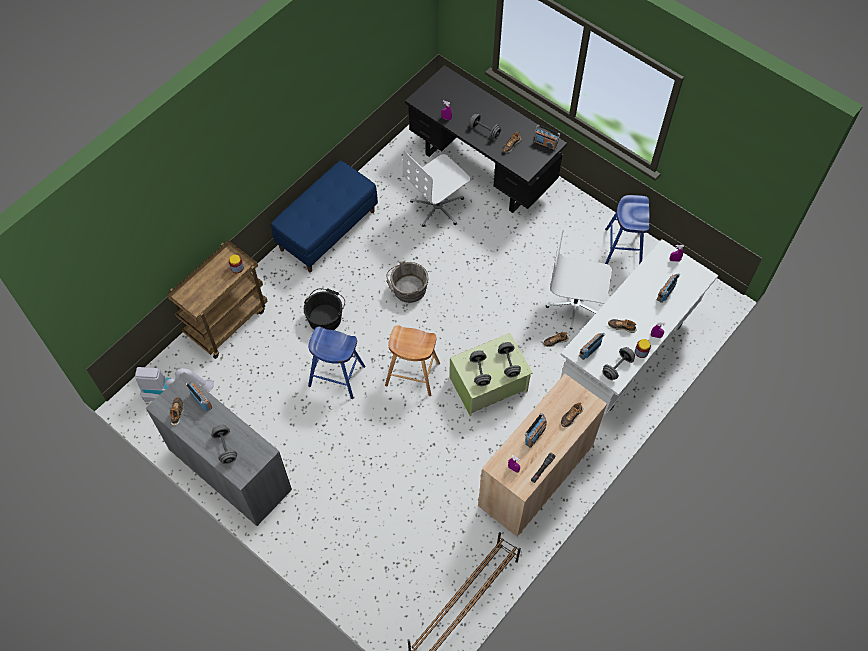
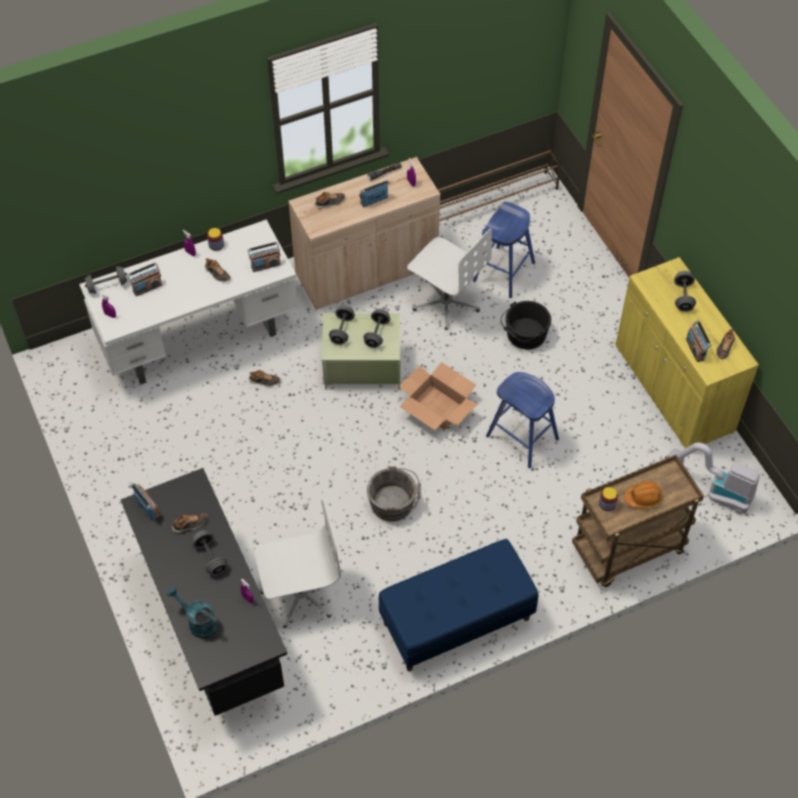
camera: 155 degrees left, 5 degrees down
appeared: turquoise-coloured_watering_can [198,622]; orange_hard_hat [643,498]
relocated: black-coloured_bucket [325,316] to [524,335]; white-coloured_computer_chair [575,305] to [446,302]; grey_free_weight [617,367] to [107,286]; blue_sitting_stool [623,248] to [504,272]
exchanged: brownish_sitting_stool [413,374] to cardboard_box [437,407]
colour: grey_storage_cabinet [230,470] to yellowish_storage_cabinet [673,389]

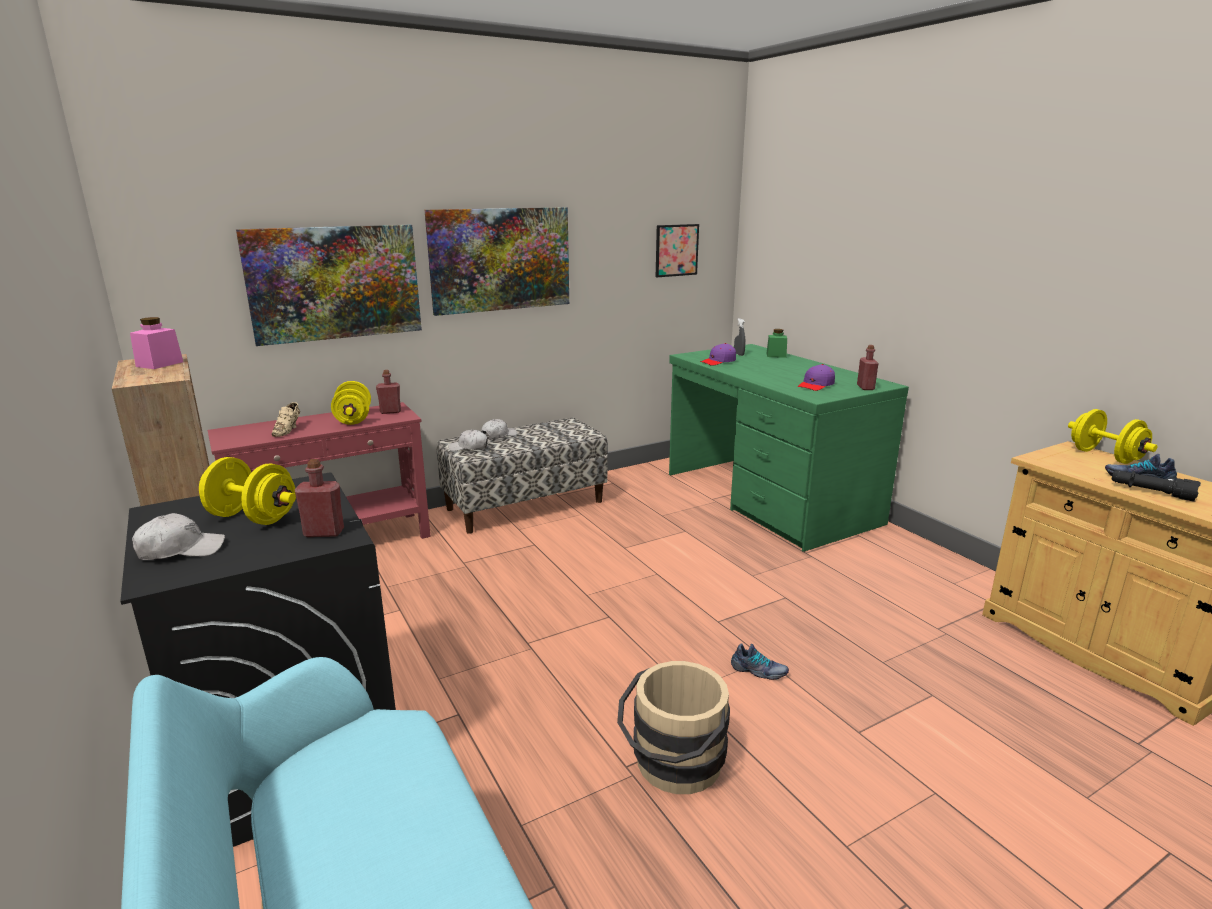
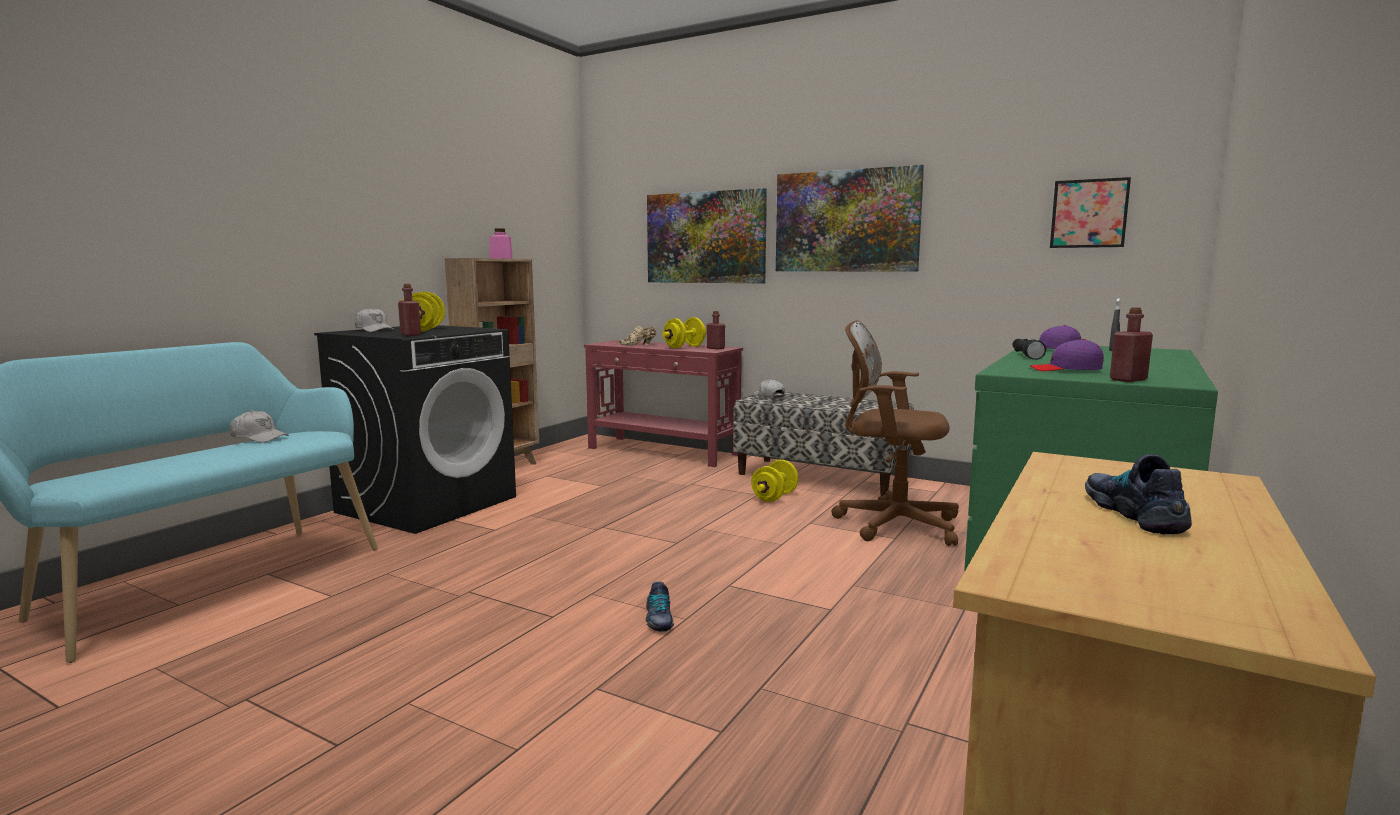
camera: 60 degrees right, 10 degrees down
missing: beige-coloured_bucket [673,766]; green_storage_jar [776,355]
appeared: brownish_computer_chair [891,524]
relocated: white-coloured_baseball_cap [498,436] to [259,437]; yellowish_free_weight [1105,456] to [774,497]; black-coloured_torch [1151,492] to [1025,356]

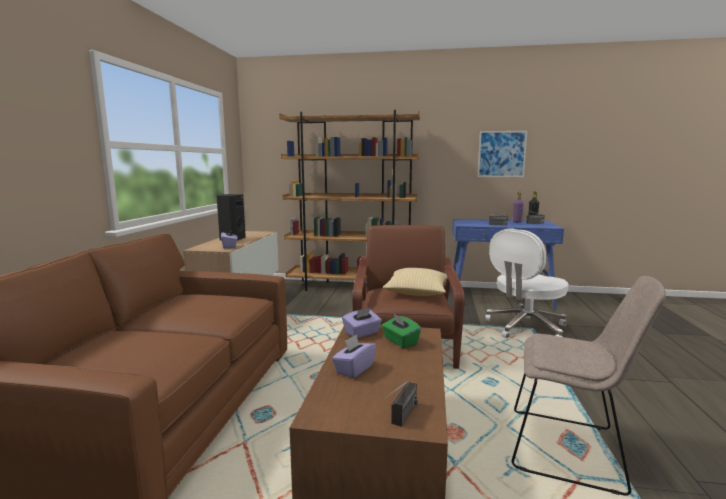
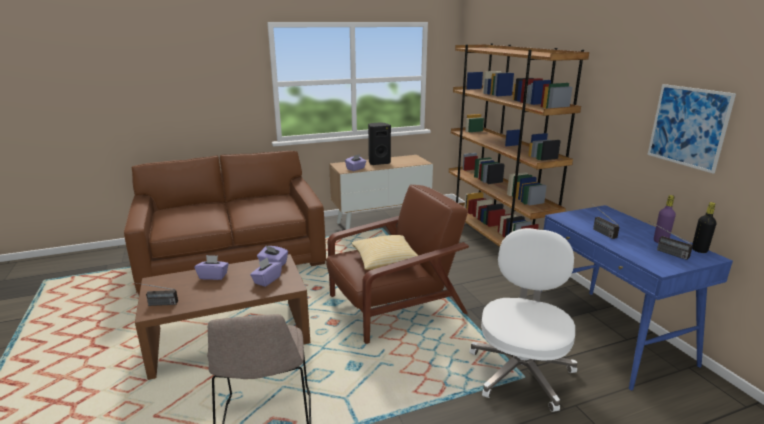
camera: 60 degrees right, 10 degrees up
colour: green_tissue_holder [400,341] to purplish_tissue_holder [267,280]
spun: white-coloured_computer_chair [525,327] = [521,370] 90 degrees clockwise

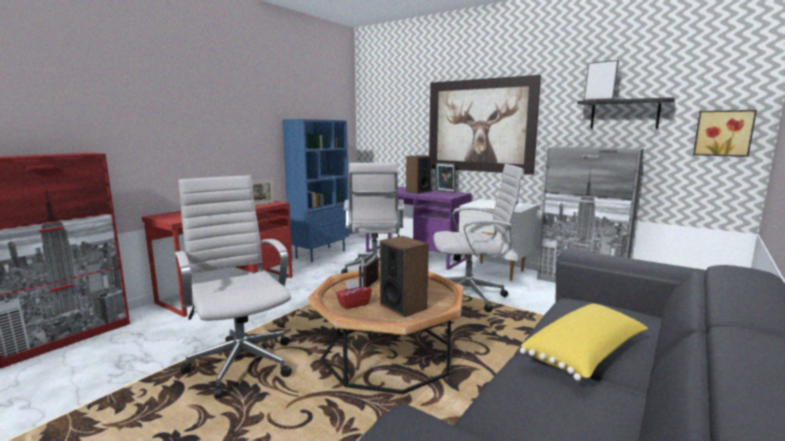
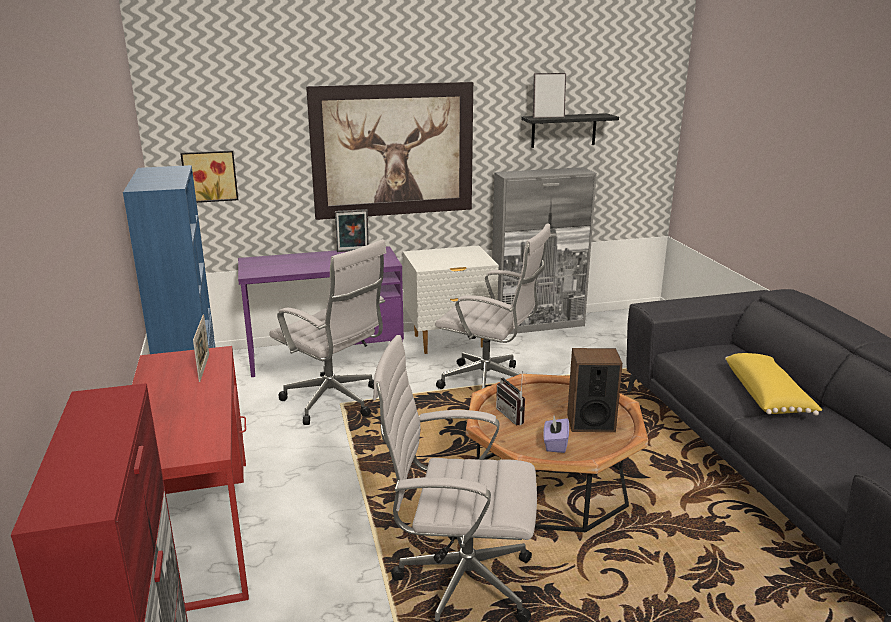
camera: 50 degrees left, 10 degrees up
missing: audio_speaker [418,191]
relocated: wall_picture [723,133] to [210,176]
colour: red_tissue_holder [353,304] to purplish_tissue_holder [555,444]
spun: white-coloured_computer_chair [472,297] = [490,384] 75 degrees clockwise

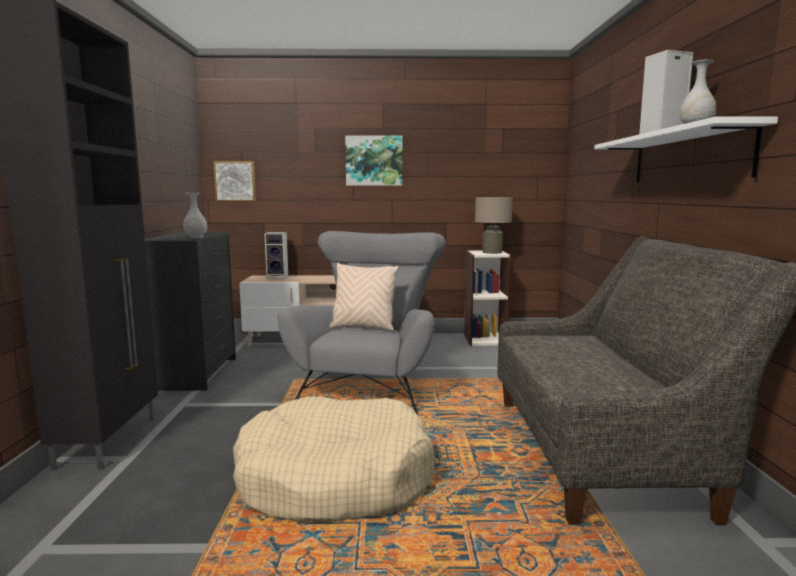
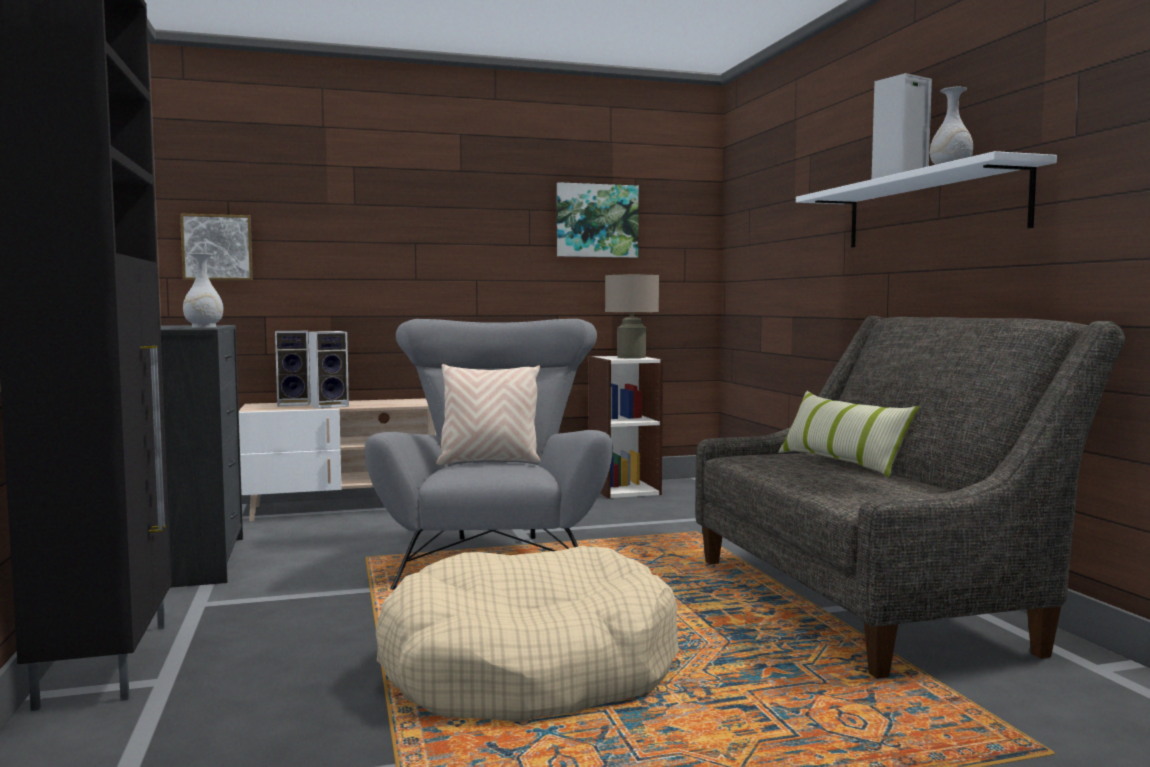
camera: 15 degrees left, 5 degrees down
appeared: audio_speaker [331,406]; throw_pillow [842,463]
relocated: wall_picture [374,161] to [596,221]

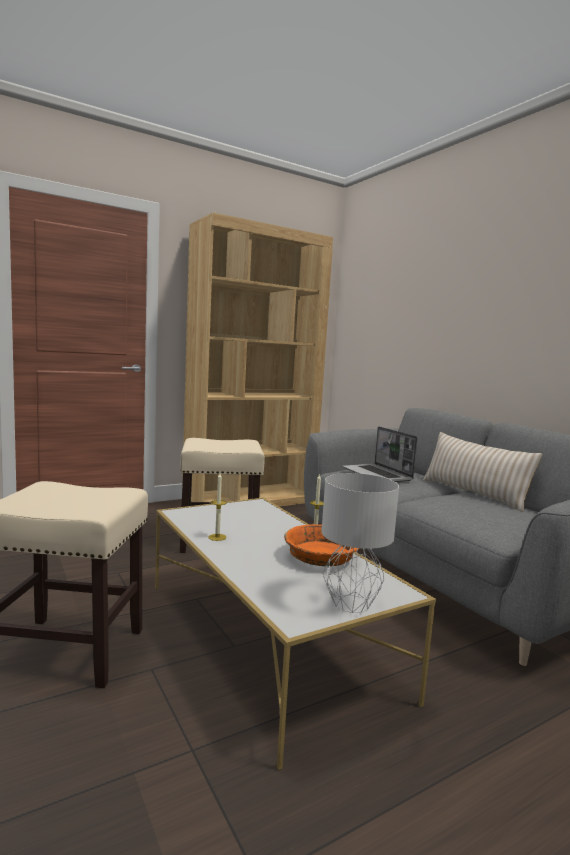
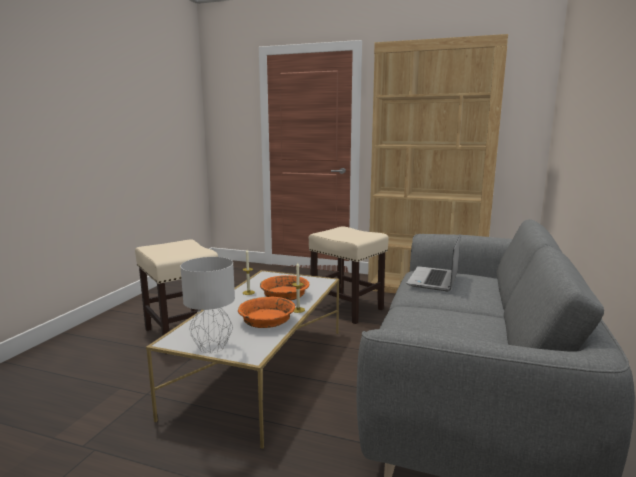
camera: 50 degrees right, 5 degrees up
missing: beige-coloured_throw_pillow [473,493]
appeared: orange_serving_bowl [284,296]

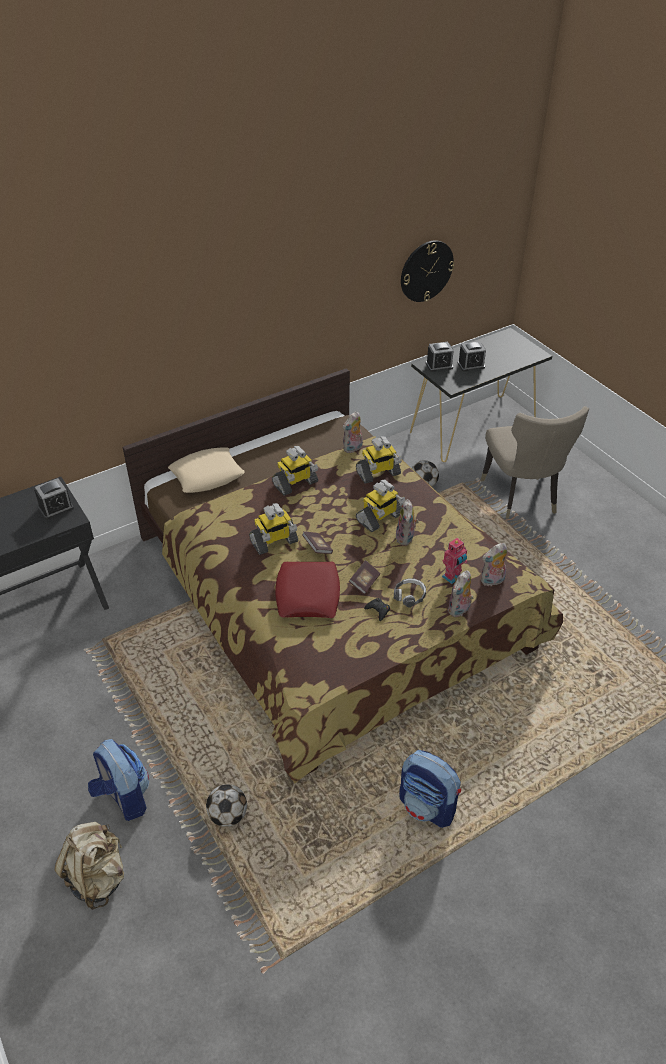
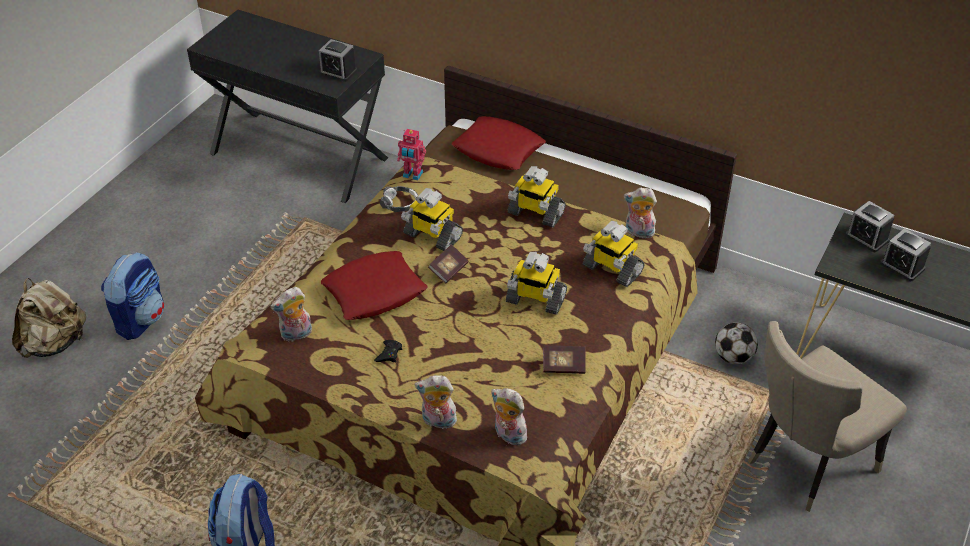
camera: 60 degrees right, 0 degrees up
missing: football_ball [228,815]; hanging_clock [426,271]
relocated: bound_book [364,582] to [563,366]; headphones [409,595] to [400,204]; plush_toy [406,538] to [296,335]; model_robot [453,577] to [412,175]
colour: beige-coloured_throw_pillow [207,475] to red_throw_pillow [498,150]

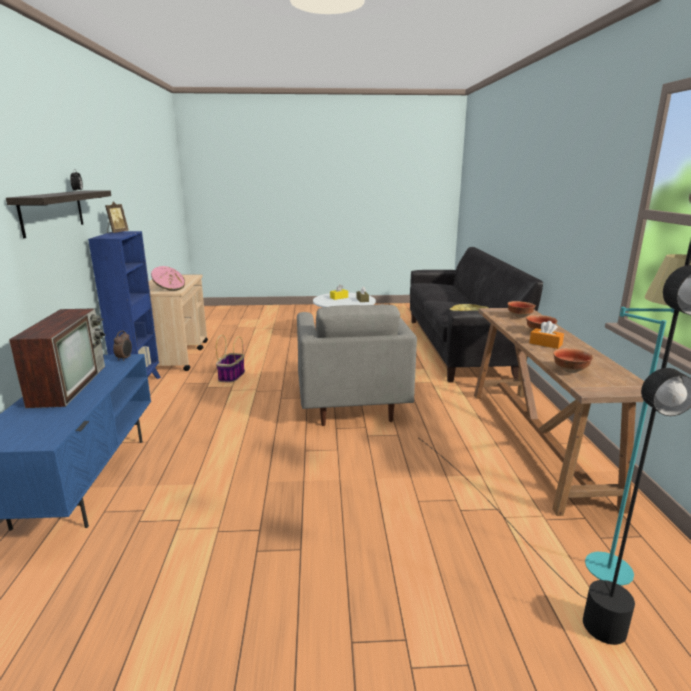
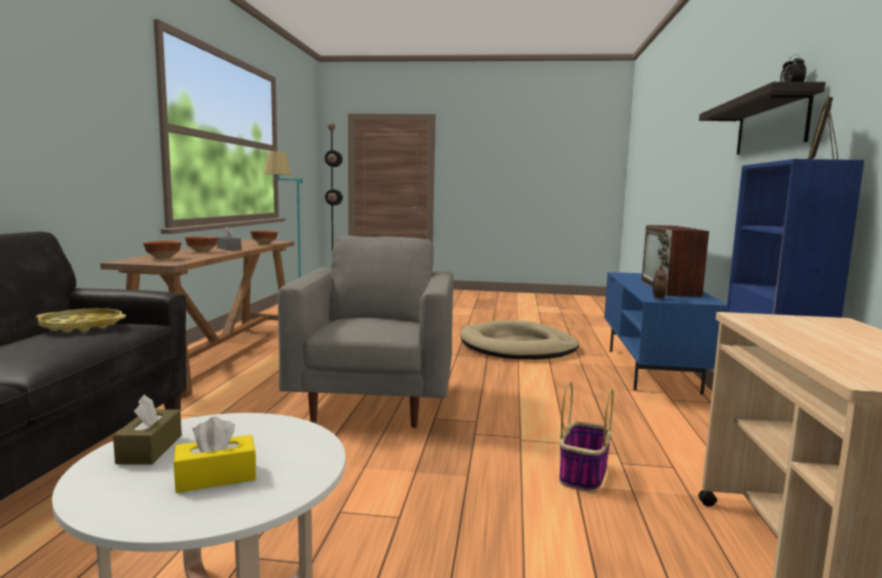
camera: 170 degrees left, 10 degrees down
missing: pink-coloured_wearable_hat [169,288]
appeared: beige-coloured_pet_bed [518,347]
colour: orange_tissue_holder [545,344] to grey_tissue_holder [229,249]

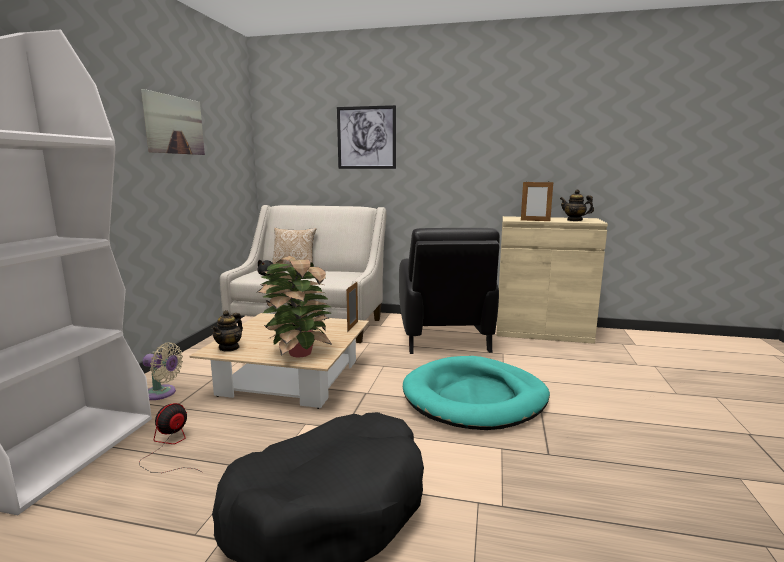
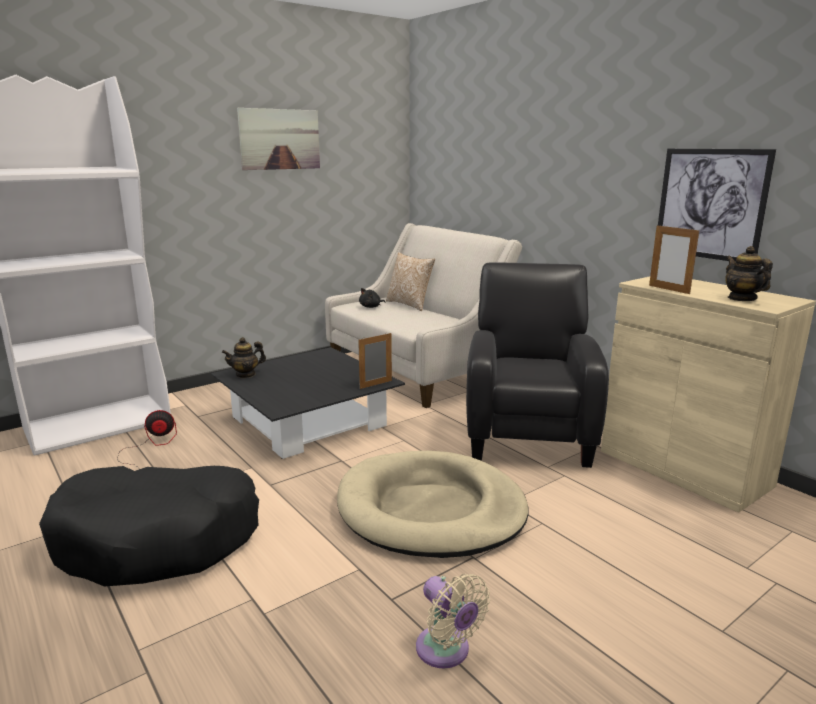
camera: 40 degrees right, 5 degrees up
missing: houseplant [297,353]
relocated: beige-coloured_electric_fan [162,393] to [446,651]; wall_picture [366,138] to [710,204]
colour: beige-coloured_low_table [291,377] to black-coloured_low_table [309,422]; turquoise-coloured_pet_bed [475,397] to beige-coloured_pet_bed [431,509]
spun: black-coloured_easy_chair [444,337] = [528,431] 150 degrees clockwise

